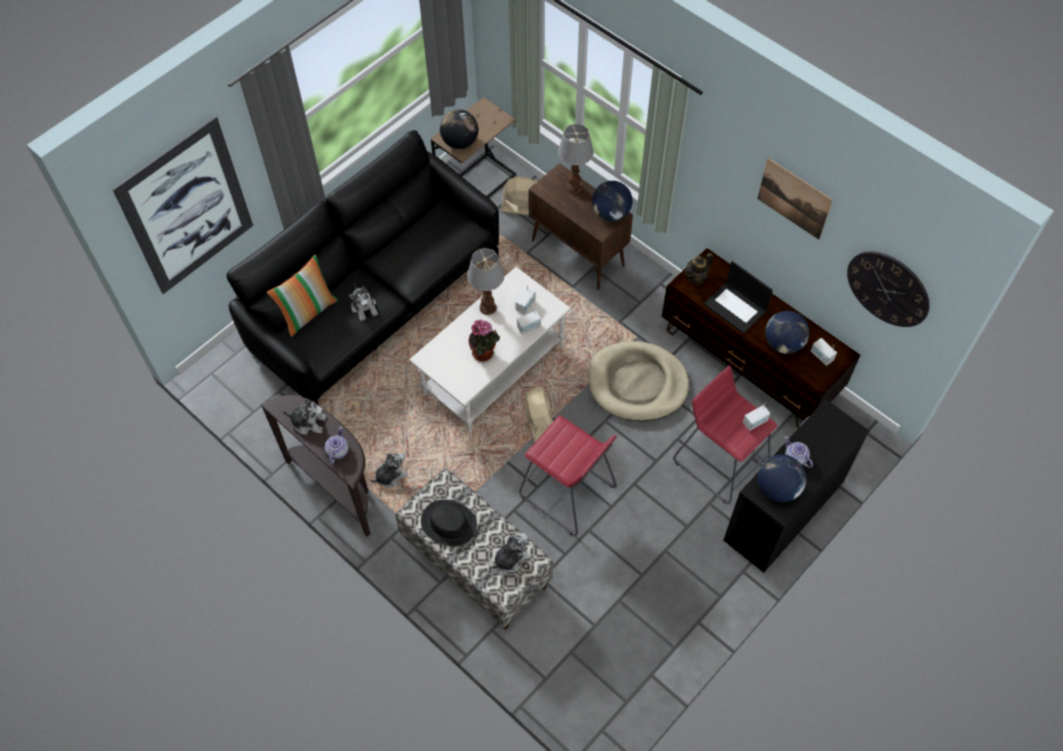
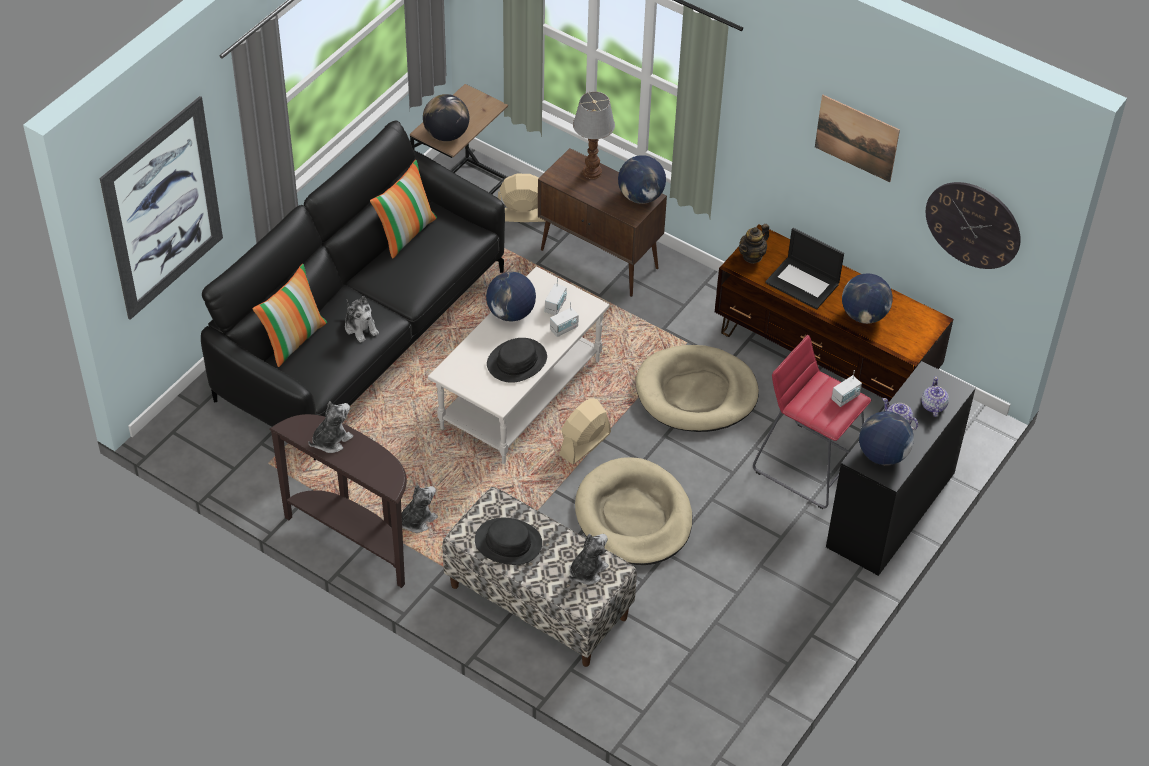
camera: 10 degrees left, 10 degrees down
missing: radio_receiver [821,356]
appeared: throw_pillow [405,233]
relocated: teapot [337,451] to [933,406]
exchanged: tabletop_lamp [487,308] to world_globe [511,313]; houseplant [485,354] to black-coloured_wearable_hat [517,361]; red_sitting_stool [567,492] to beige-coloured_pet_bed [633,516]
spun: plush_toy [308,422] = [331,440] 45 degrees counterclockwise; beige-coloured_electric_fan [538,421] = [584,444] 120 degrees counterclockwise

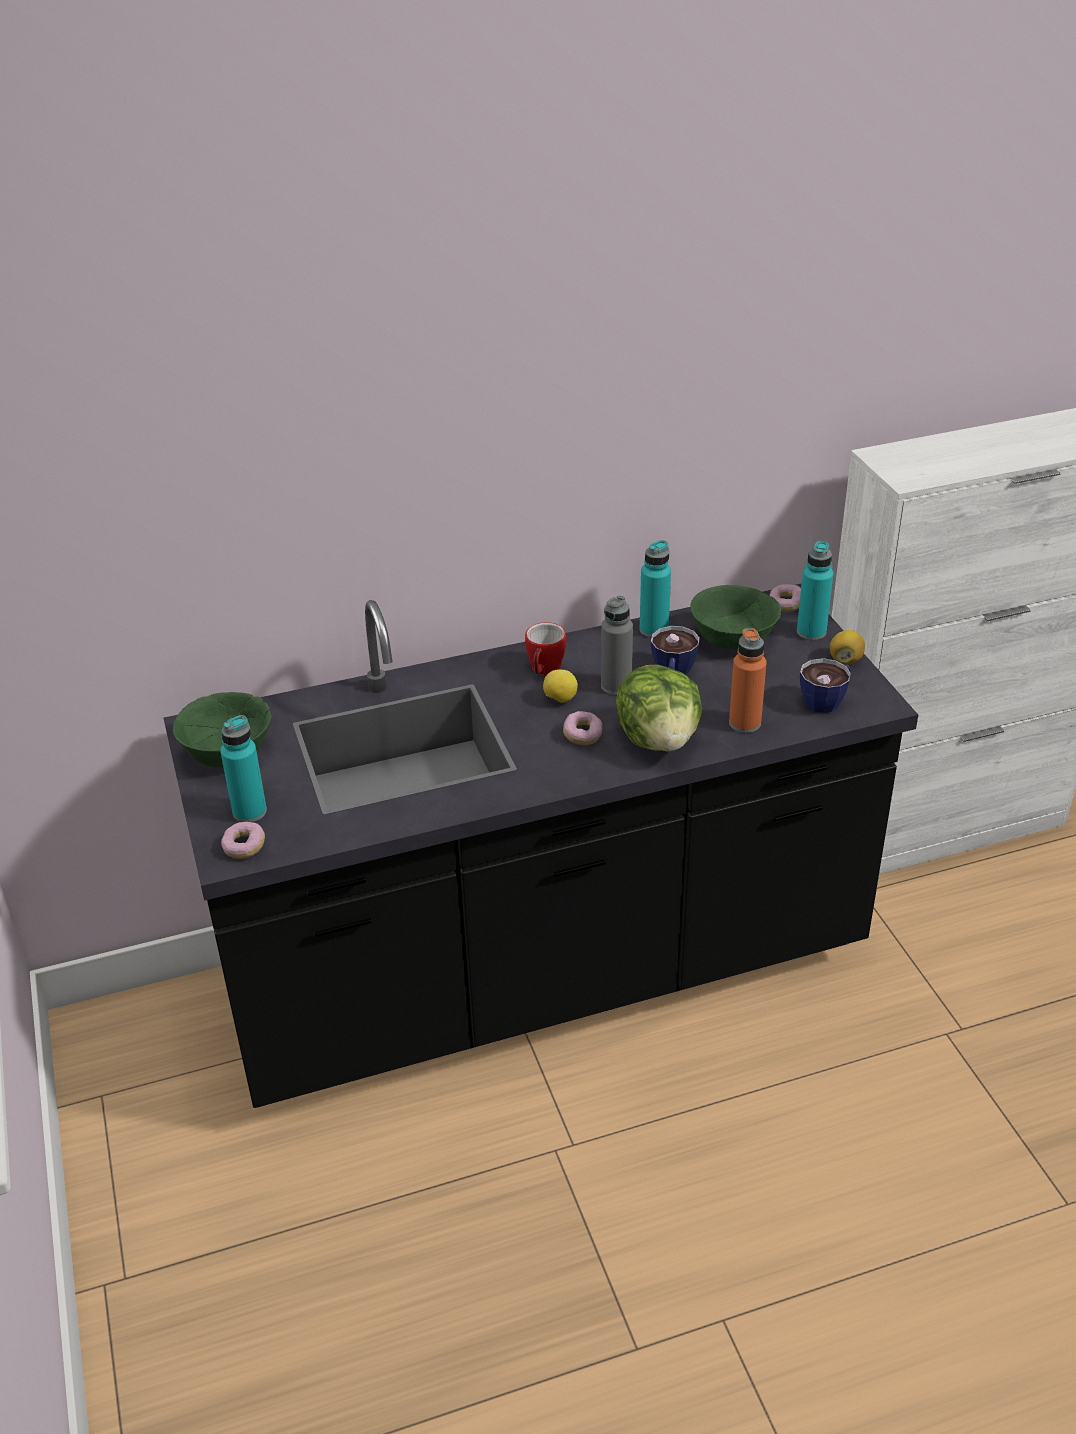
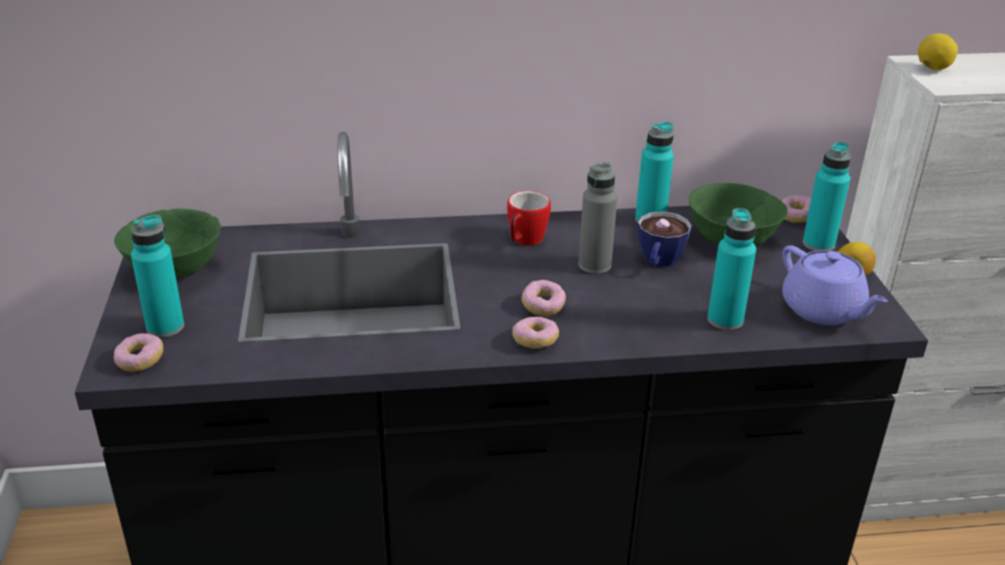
camera: 10 degrees right, 5 degrees down
missing: lettuce_head [659,739]
appeared: donut [535,341]
relocated: lemon [560,699] to [932,69]
exchanged: cup [827,700] to purplish_teapot [823,310]
colour: orange_beverage_bottle [744,723] to turquoise-coloured_beverage_bottle [725,320]

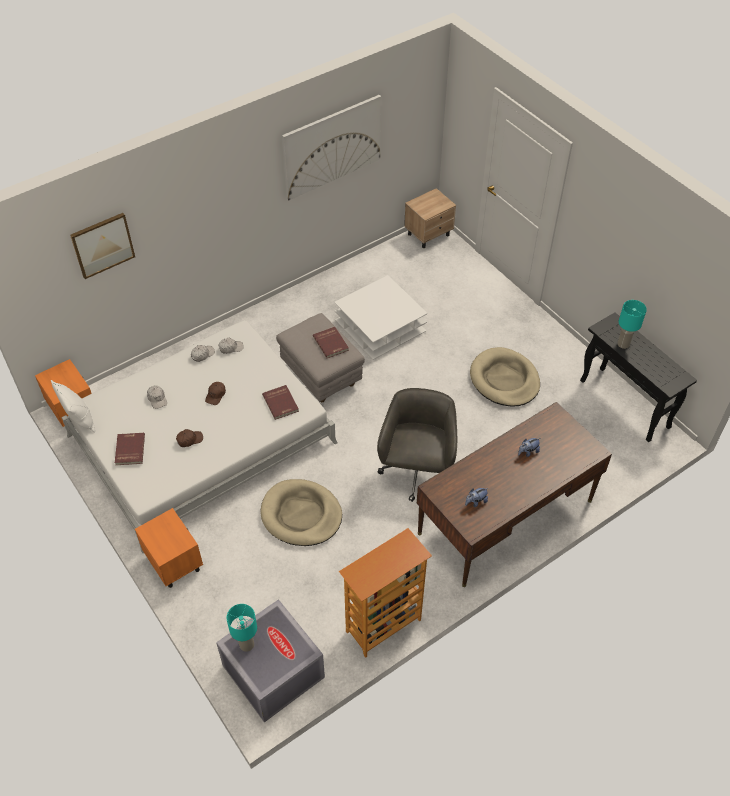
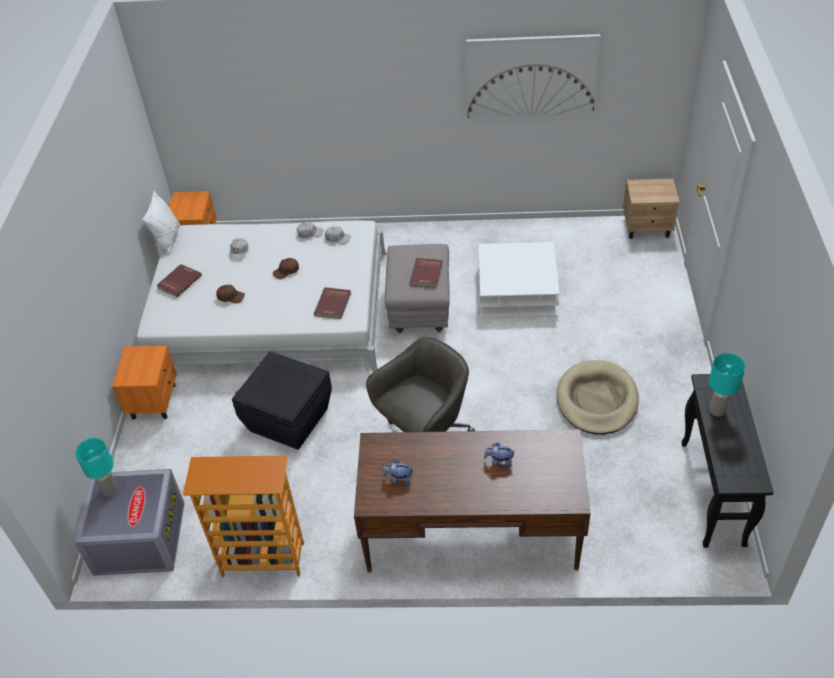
camera: 40 degrees right, 5 degrees down
missing: wall_picture [102,245]
exchanged: beige-coloured_pet_bed [301,515] to black-coloured_storage_container [288,420]

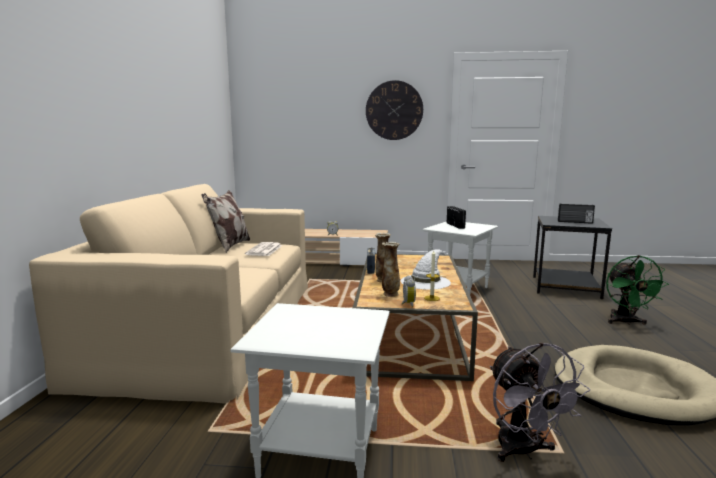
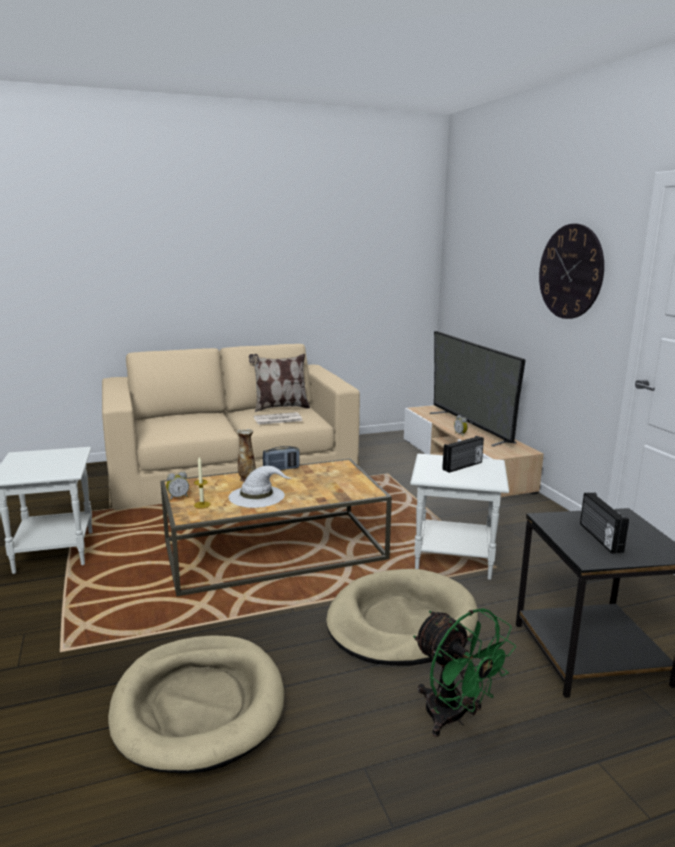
camera: 65 degrees right, 5 degrees up
missing: decorative_vase [390,294]; grey_electric_fan [523,451]
appeared: beige-coloured_pet_bed [401,622]; TV [470,427]
spun: green_electric_fan [625,322] = [453,718] 105 degrees counterclockwise

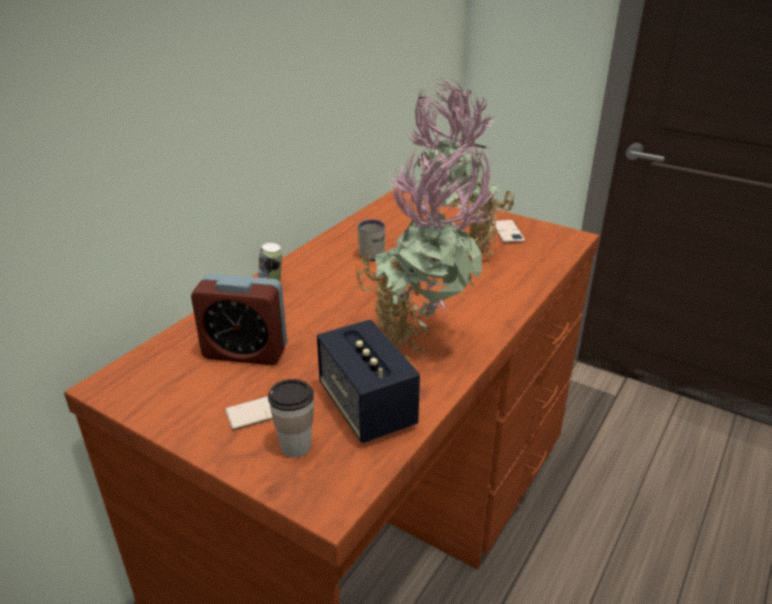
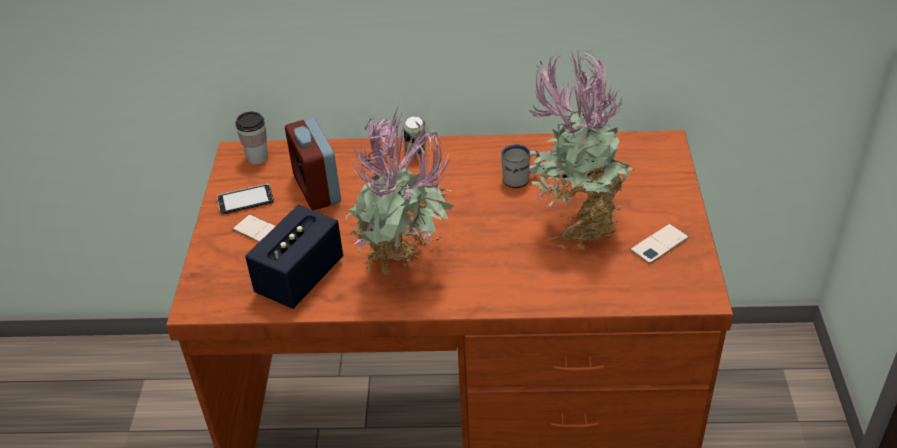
camera: 60 degrees right, 10 degrees up
appeared: handset [245,200]
relocated: cup [295,446] to [257,157]

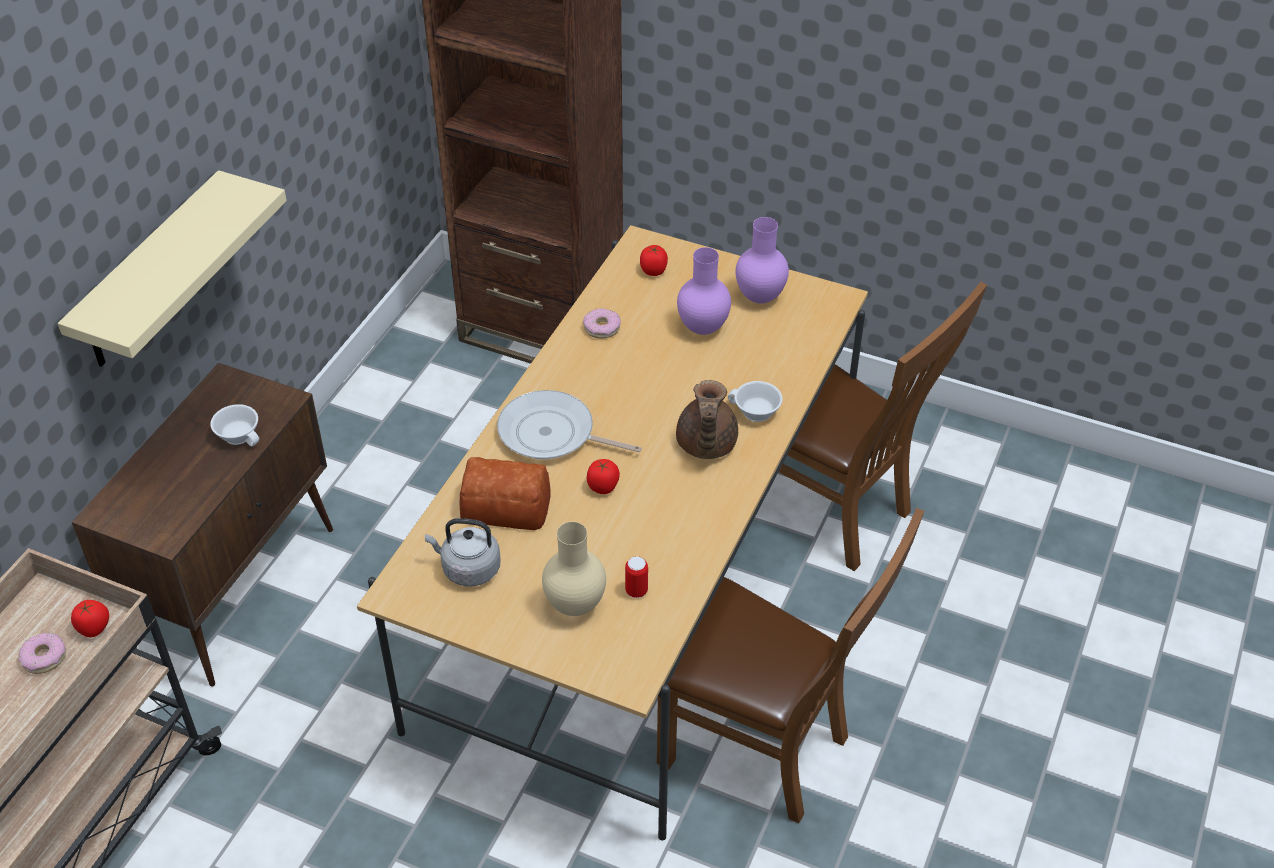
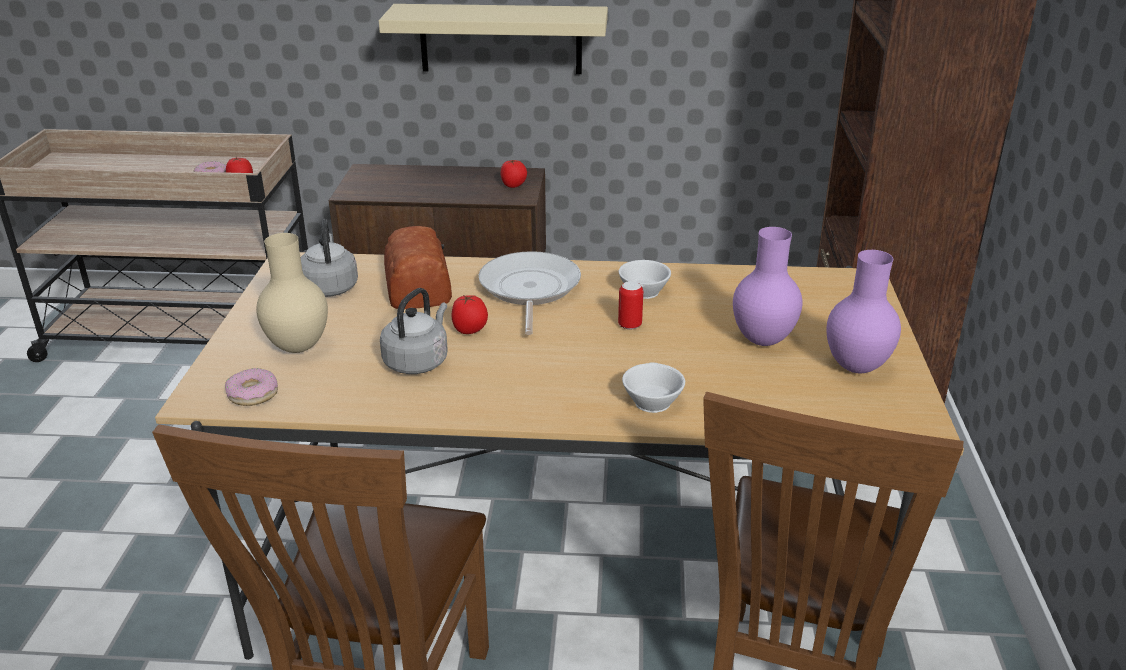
camera: 70 degrees right, 15 degrees down
missing: brownish_teapot [705,445]
appeared: grey_kettle [418,361]
relocated: white-coloured_cup [240,434] to [645,292]; donut [602,328] to [253,394]; metal_can [636,591] to [630,325]; tomato [654,271] to [514,186]

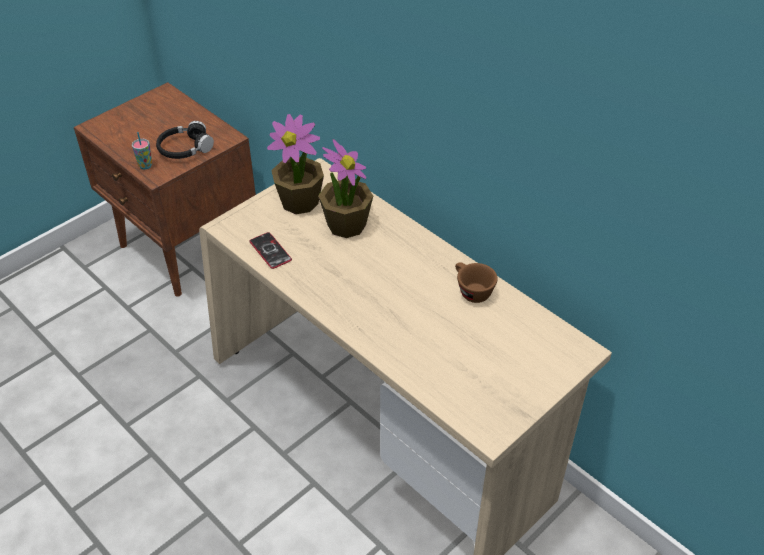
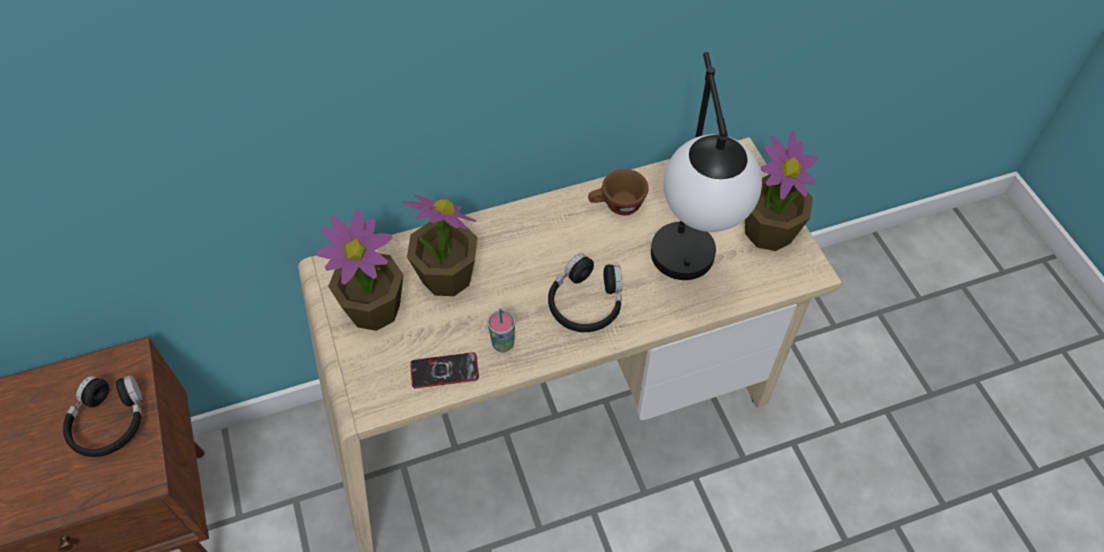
camera: 65 degrees left, 10 degrees up
appeared: black-coloured_headphones [586,302]; tabletop_lamp [686,276]; houseplant [769,231]
relocated: cup [145,166] to [503,344]

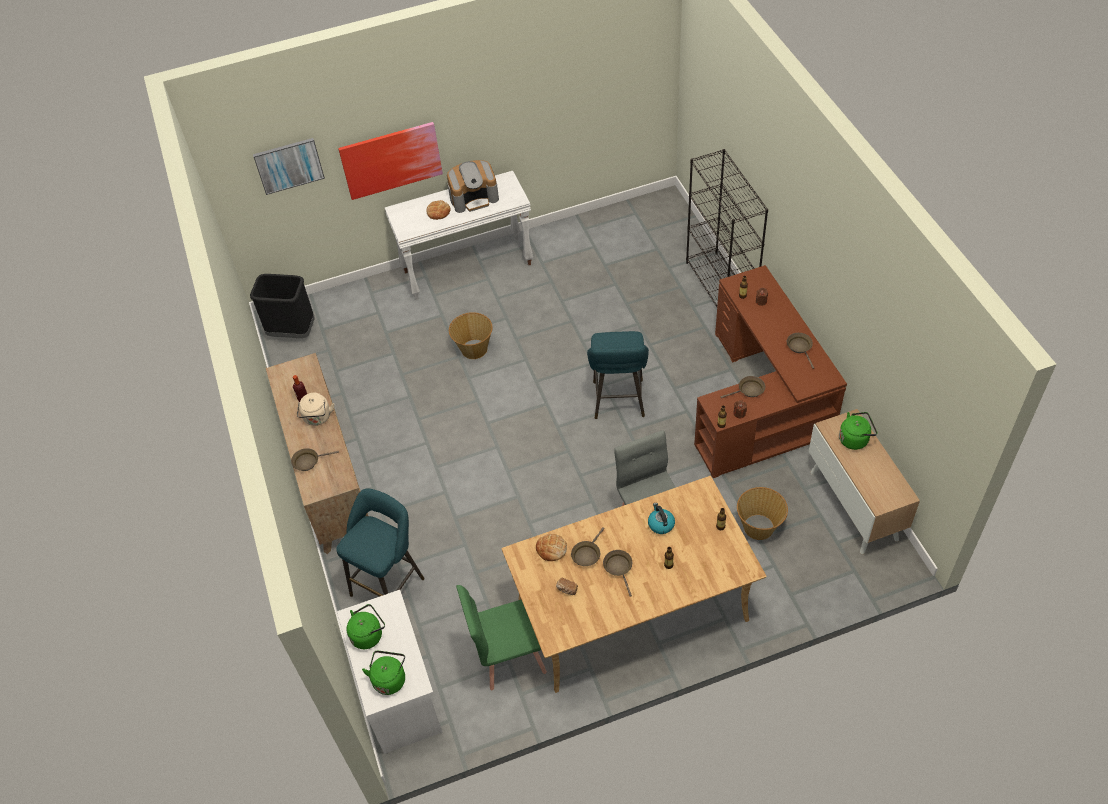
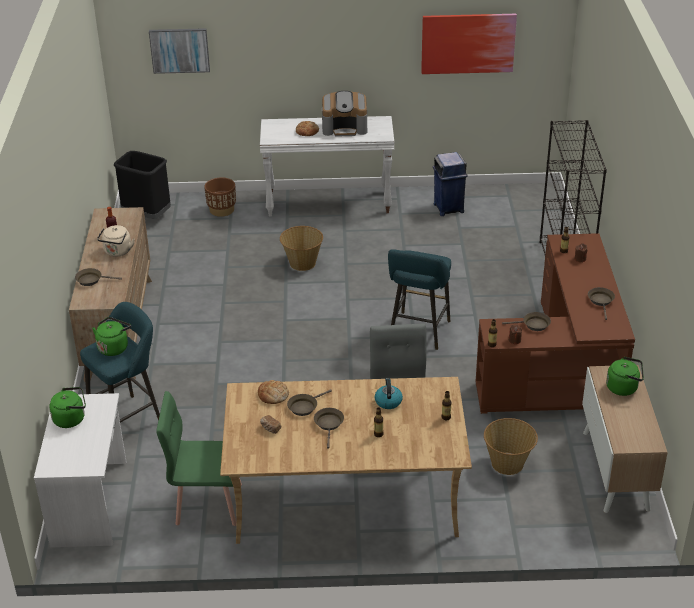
camera: 15 degrees right, 15 degrees down
appeared: brownish_planter [222,210]; blue_trash_can [448,208]
relocated: wall_picture [391,160] to [468,43]; green_kettle [389,678] to [114,347]

